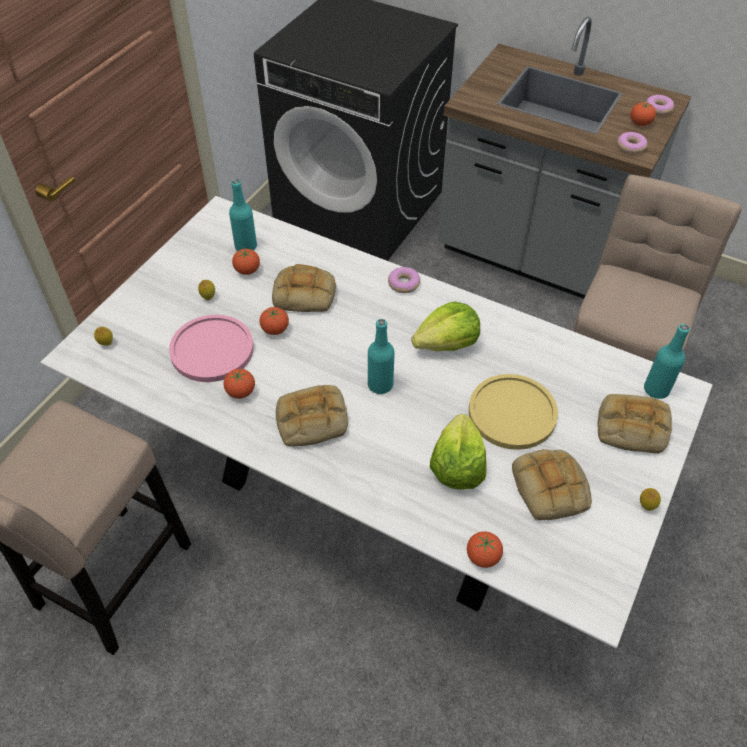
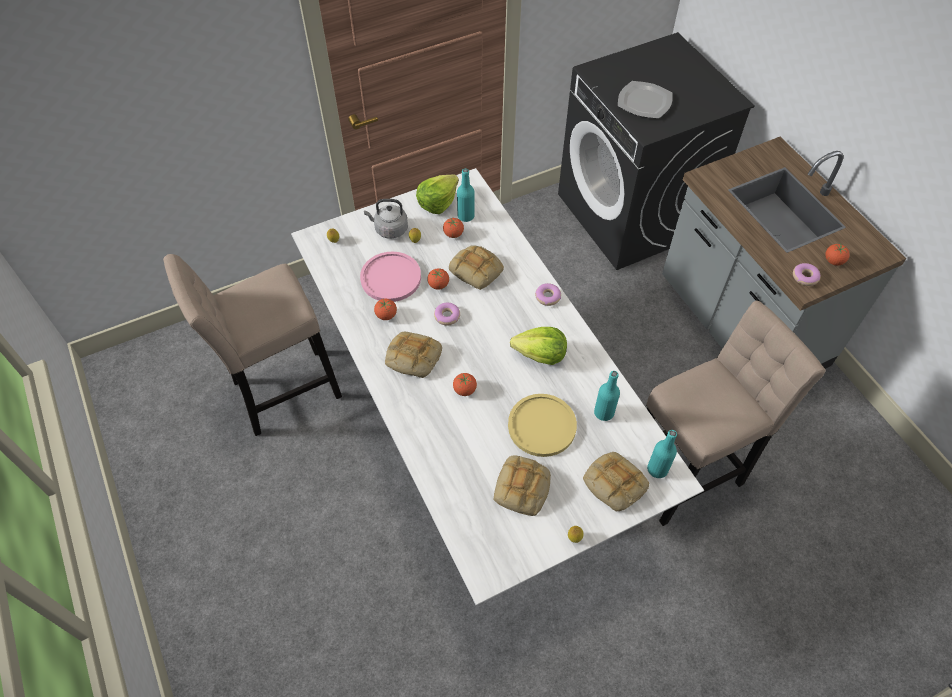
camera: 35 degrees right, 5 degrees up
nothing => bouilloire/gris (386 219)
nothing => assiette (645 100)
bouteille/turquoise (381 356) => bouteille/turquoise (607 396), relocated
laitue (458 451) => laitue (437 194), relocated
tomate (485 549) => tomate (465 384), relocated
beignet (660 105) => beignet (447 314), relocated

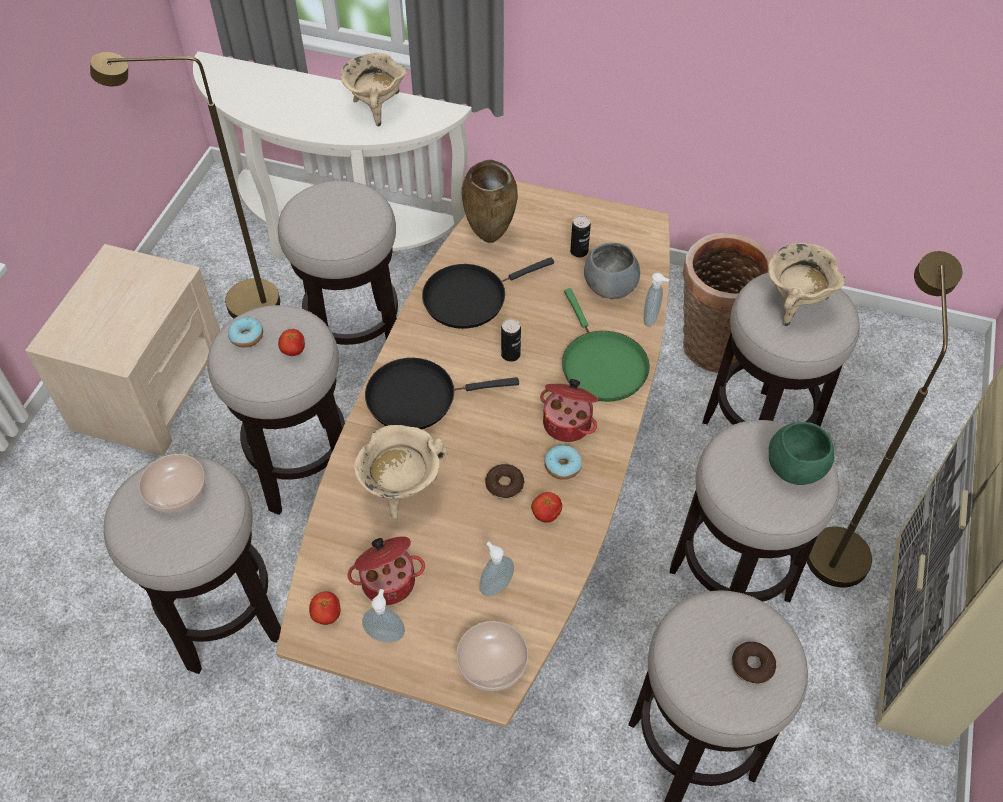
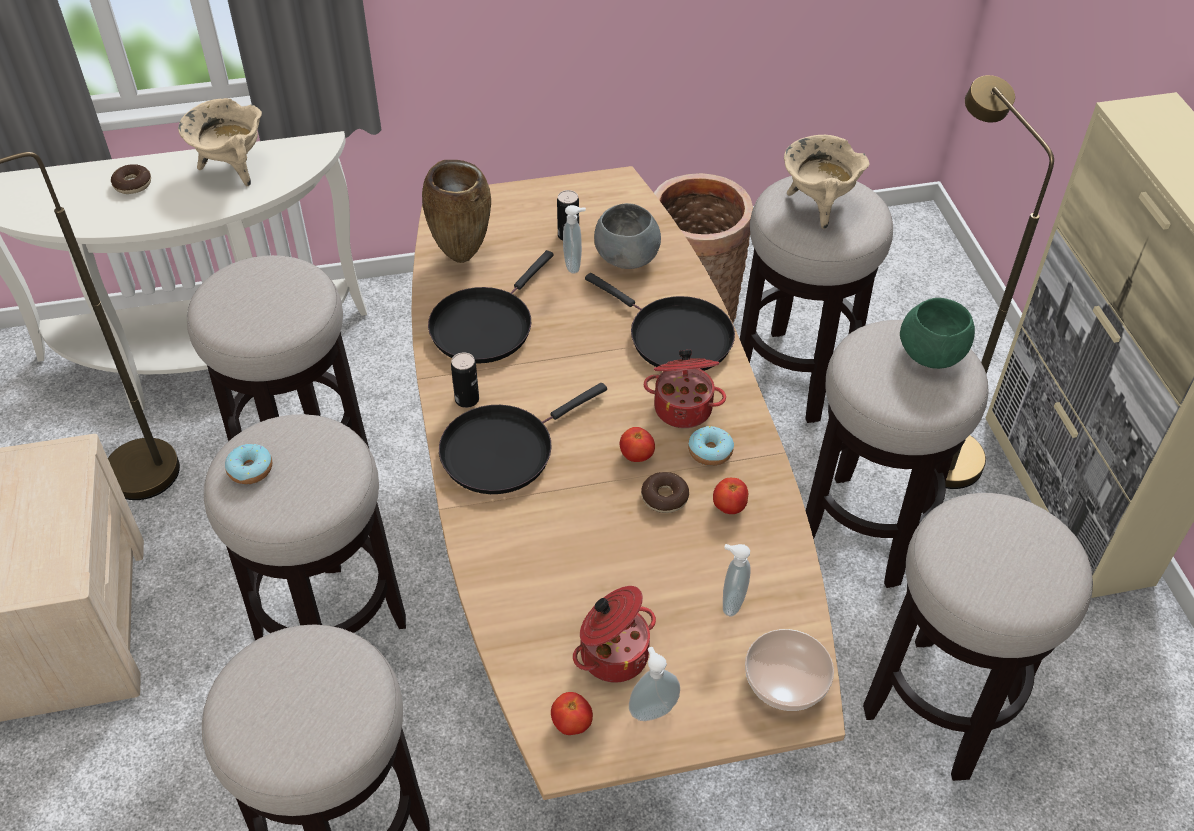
camera: 30 degrees left, 5 degrees down
bol (172 483) => nothing
marmite/beige (401 472) => nothing
tomate (291 342) => tomate (637 444), relocated
boîte métallique (511 340) => boîte métallique (465 380), relocated
distributeur de savon (657 300) => distributeur de savon (574 239), relocated
beignet (754 663) => beignet (131 179), relocated
poêle/vert (606 345) => poêle/noir (660 322)

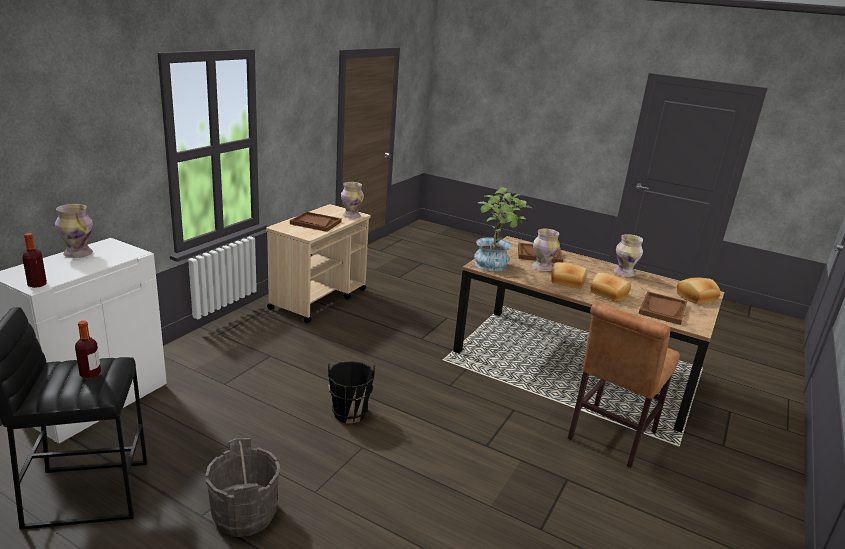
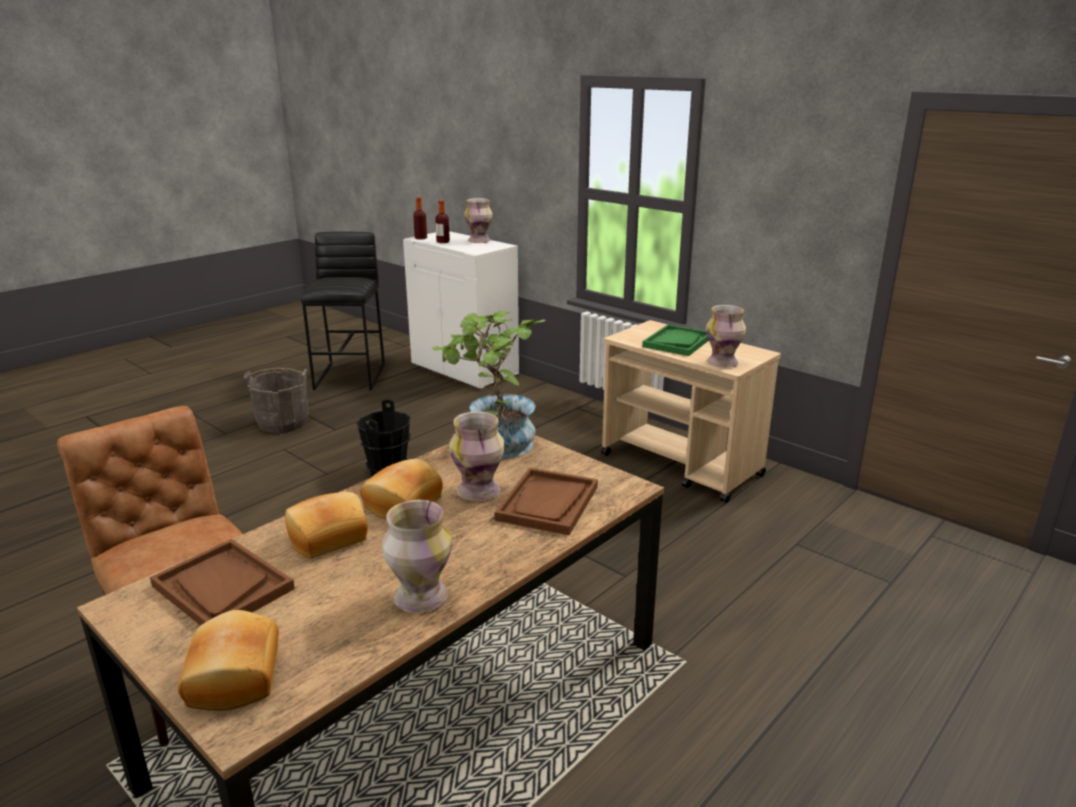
camera: 105 degrees right, 0 degrees up
bouteille (88 350) => bouteille (442 221), relocated
plateau/marron (316 221) => plateau/vert (675 340)

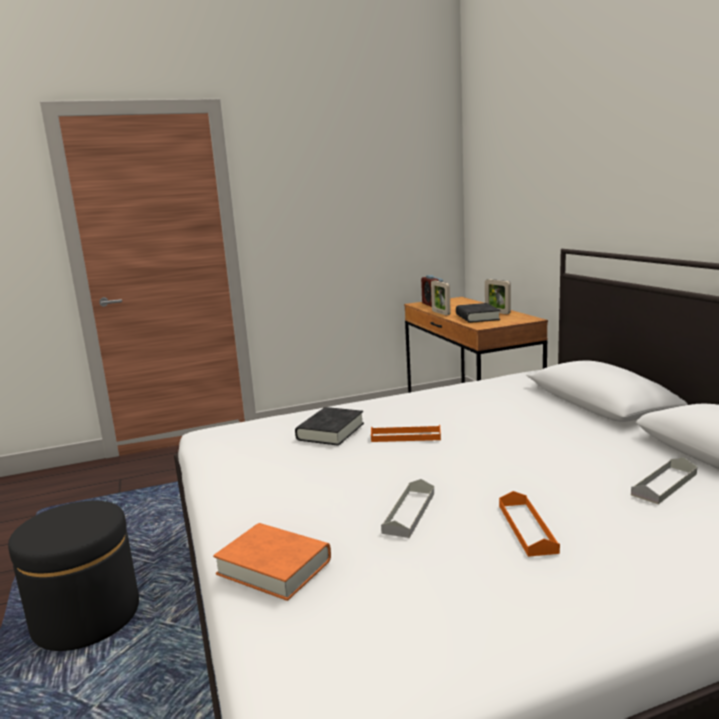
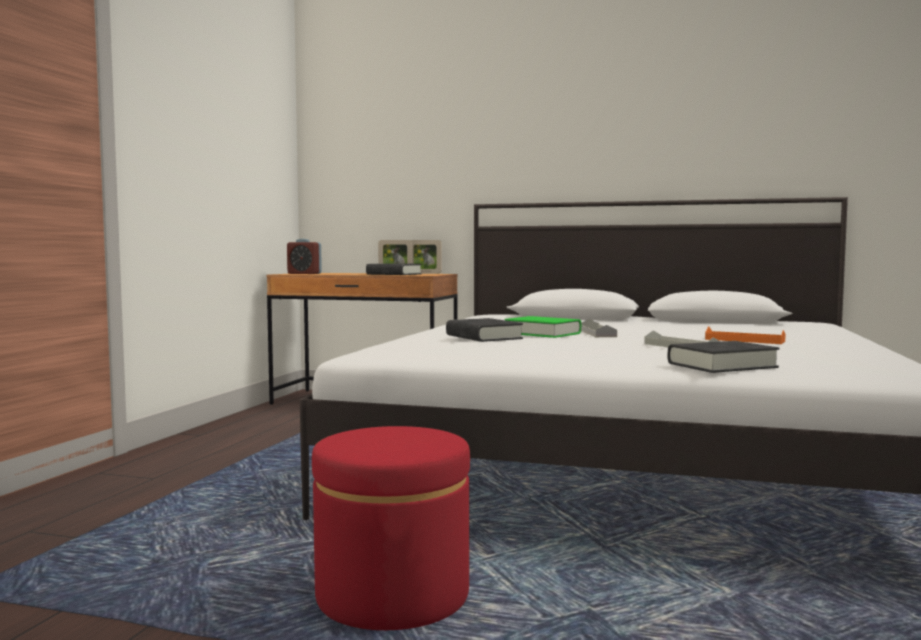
camera: 55 degrees left, 10 degrees down
cadre photo (441 297) => cadre photo (426 257), relocated
plateau/gris (664 480) => plateau/gris (599 328), relocated
plateau/orange (406 433) => livre/vert (543 327)
pouf/noir (73 576) => pouf/rouge (391 528)
livre/orange (272 562) => livre/noir (724 357)

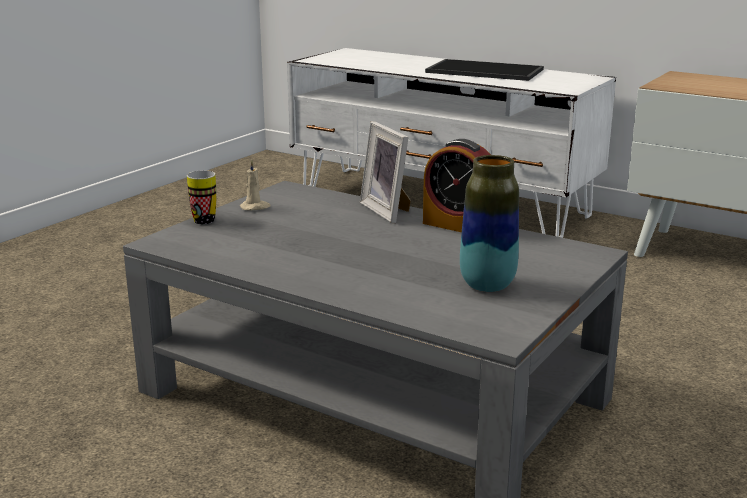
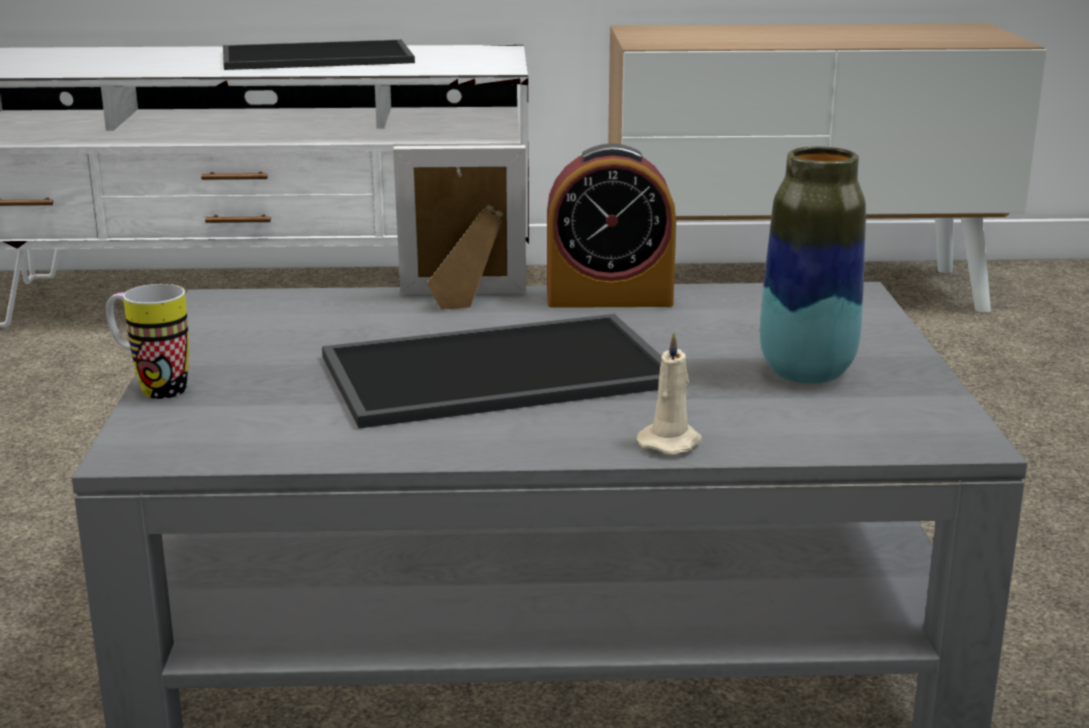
camera: 35 degrees left, 0 degrees up
nothing => plateau (492 371)
bougie/beige (255 185) => bougie/beige (669 393), relocated
cadre photo (385 172) => cadre photo (459 227), 150 degrees clockwise

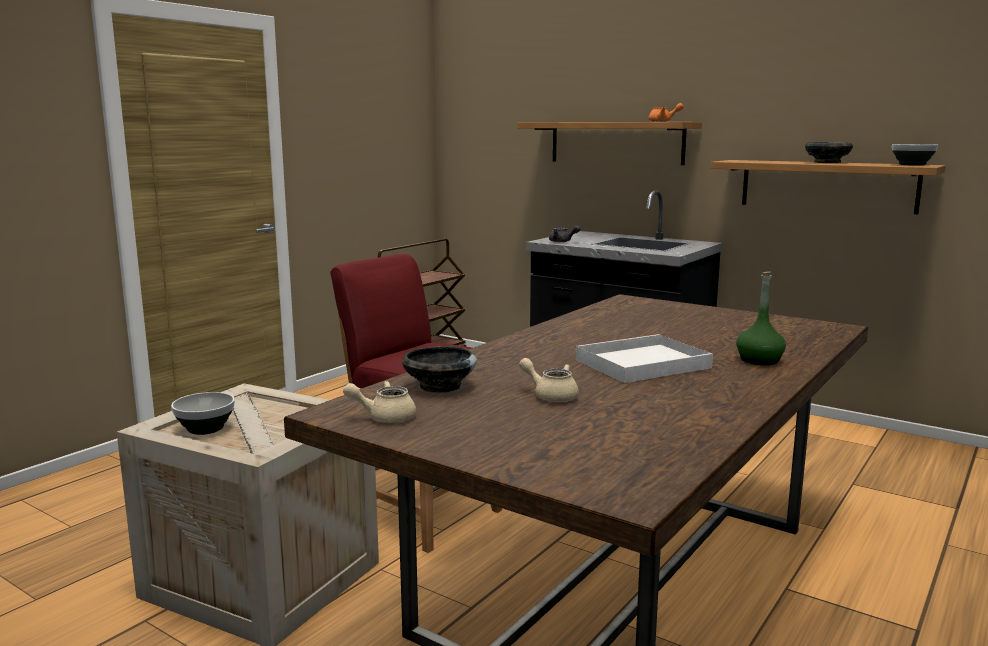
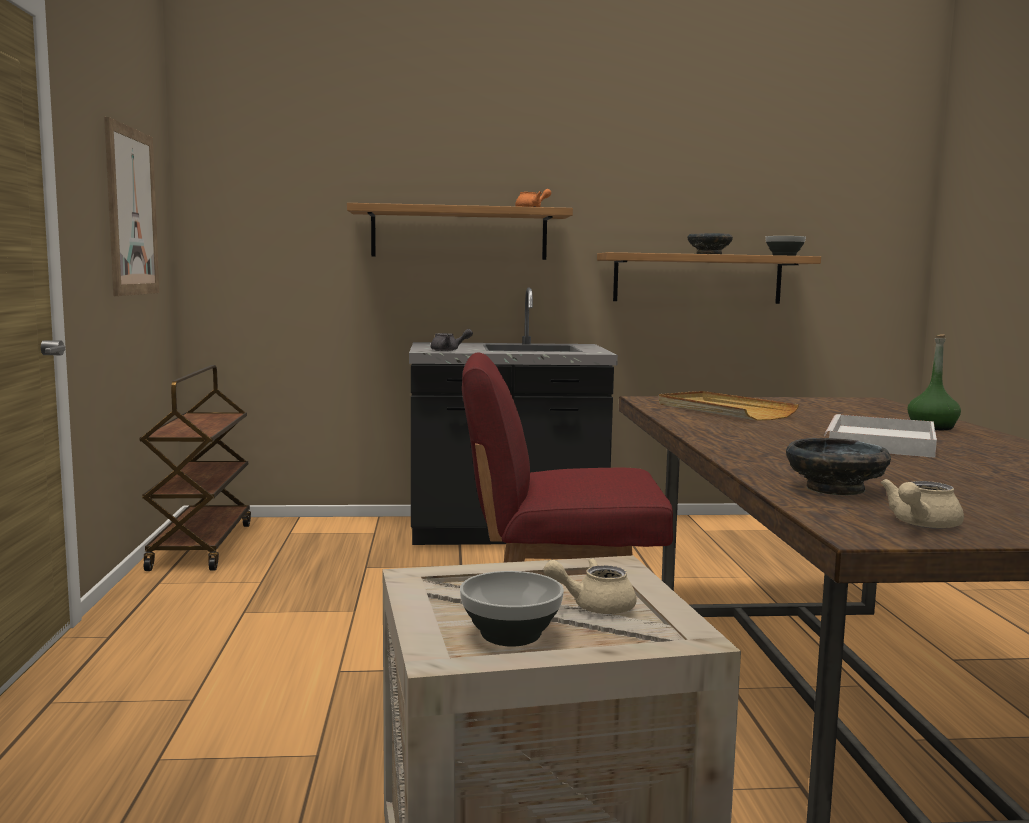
camera: 40 degrees left, 5 degrees down
nothing => tableau (131 206)
nothing => plateau/beige (729 405)
théière/beige (549 380) => théière/beige (590 586), relocated

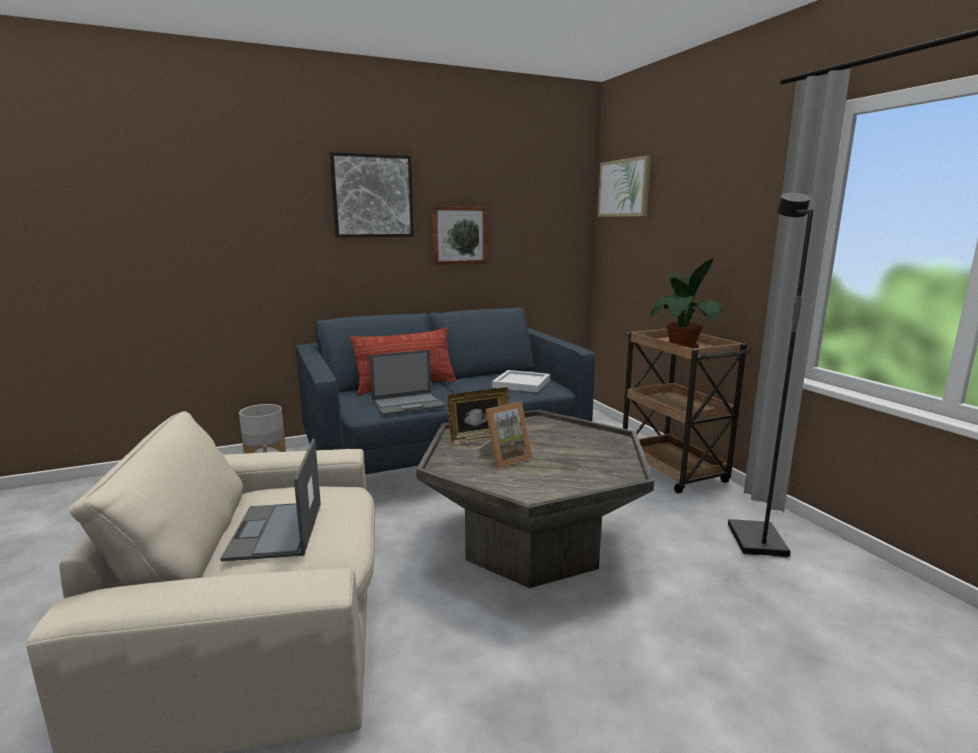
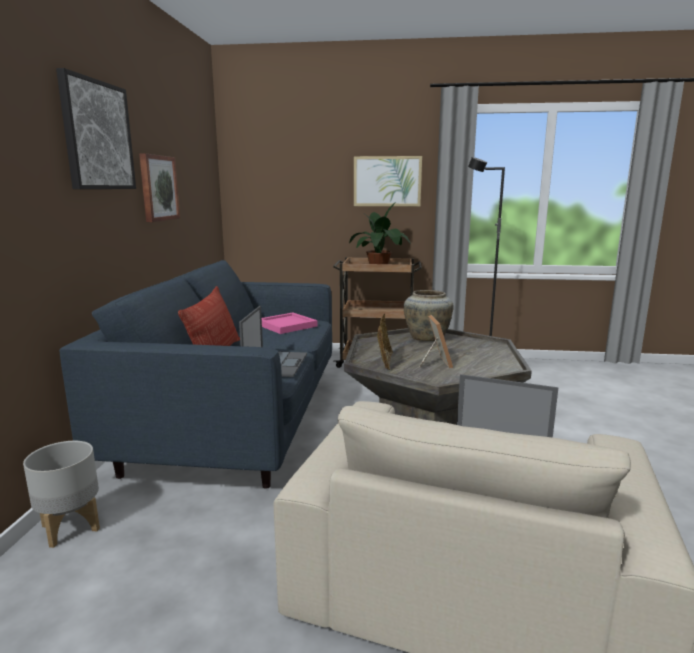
camera: 60 degrees left, 0 degrees up
nothing => vase/beige (429 315)
tableau (624 186) => tableau (388 181), relocated
plateau/blanc (521 381) => plateau/rose (289 323)

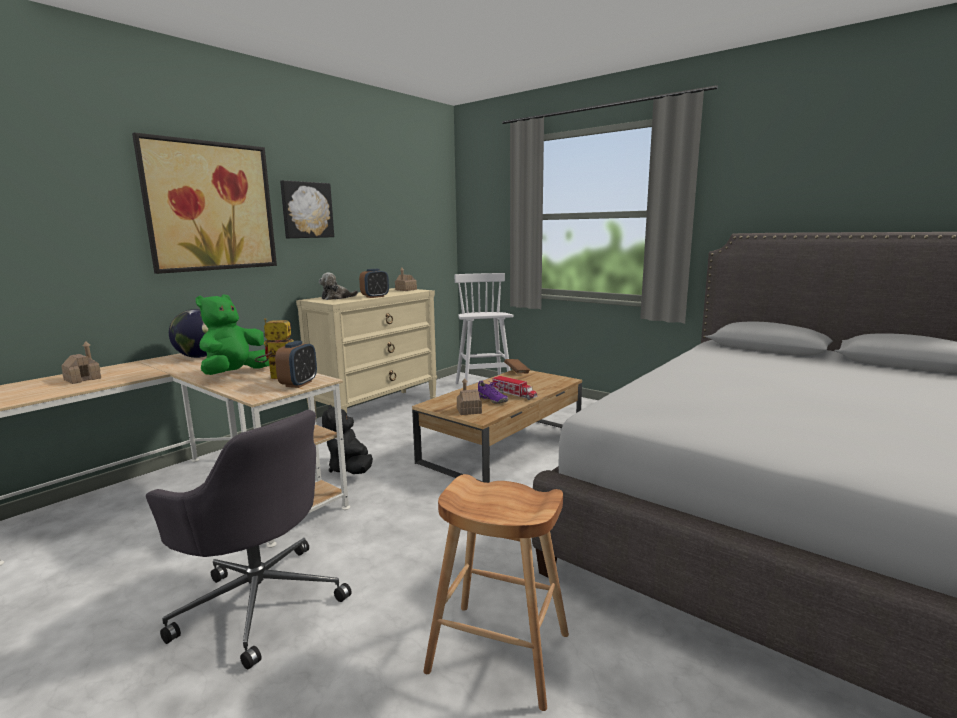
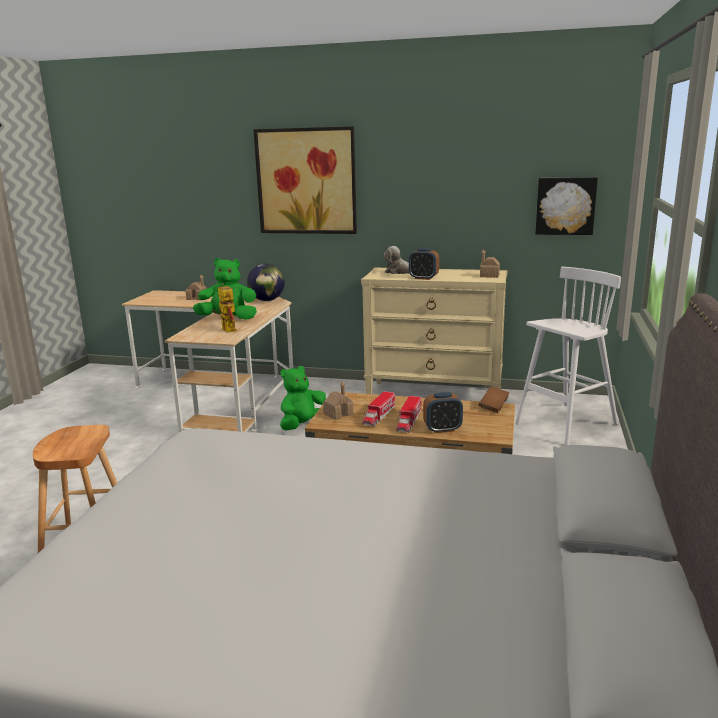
camera: 65 degrees right, 5 degrees up
chaise de bureau/gris (248 539) => nothing
réveil (296 364) => réveil (443 412), relocated
tableau (307 209) => tableau (566 206), relocated
chaussure/violet (493 392) => camion jouet (378 409)
peluche/noir (347 439) => peluche/vert (303 398)

